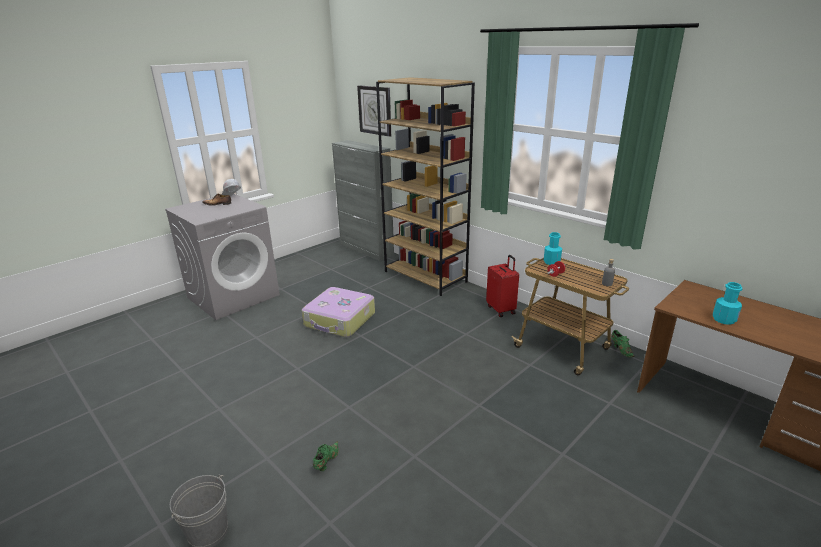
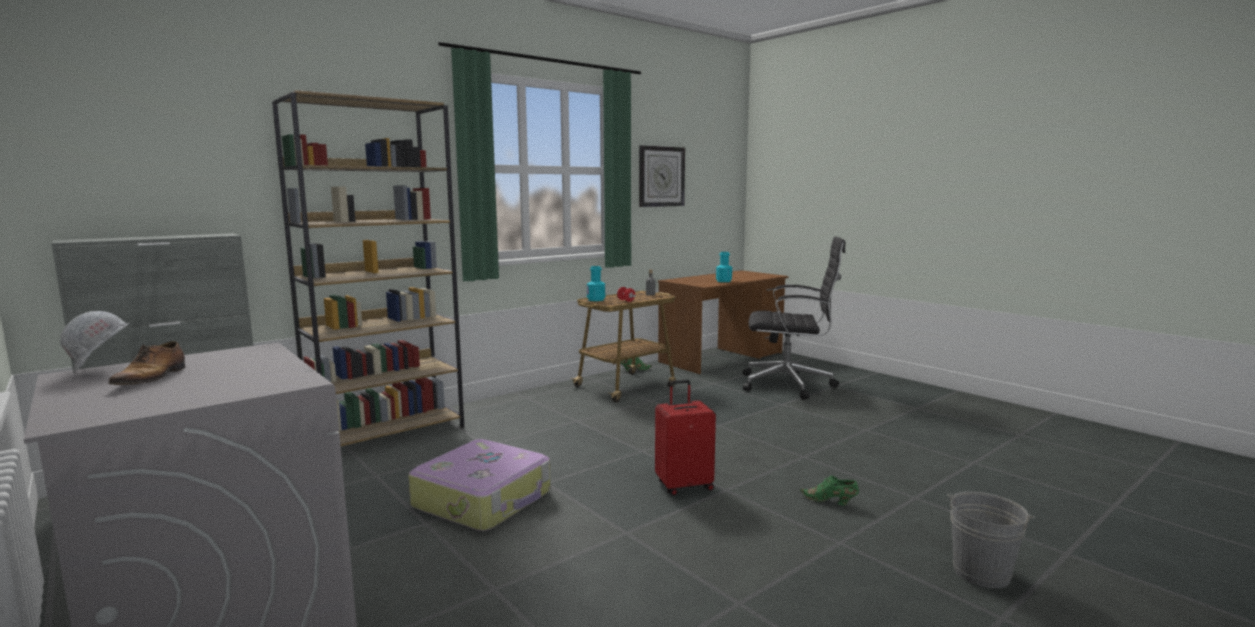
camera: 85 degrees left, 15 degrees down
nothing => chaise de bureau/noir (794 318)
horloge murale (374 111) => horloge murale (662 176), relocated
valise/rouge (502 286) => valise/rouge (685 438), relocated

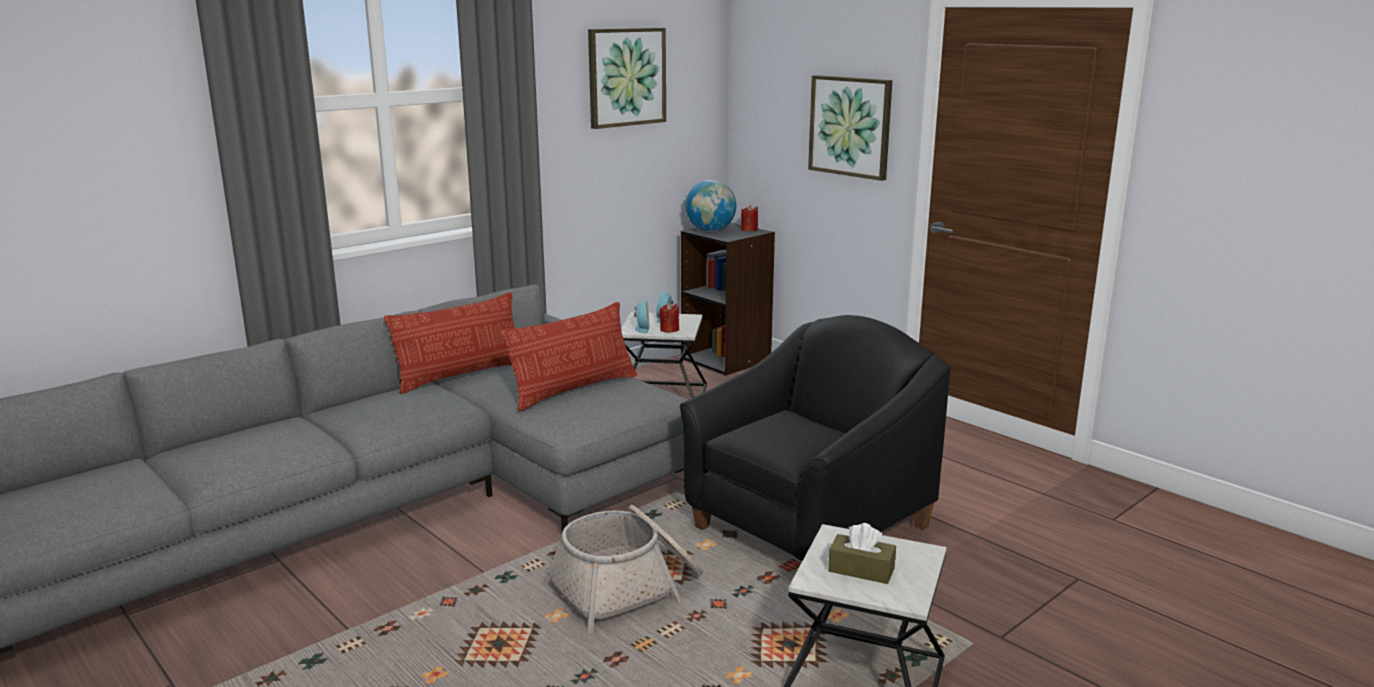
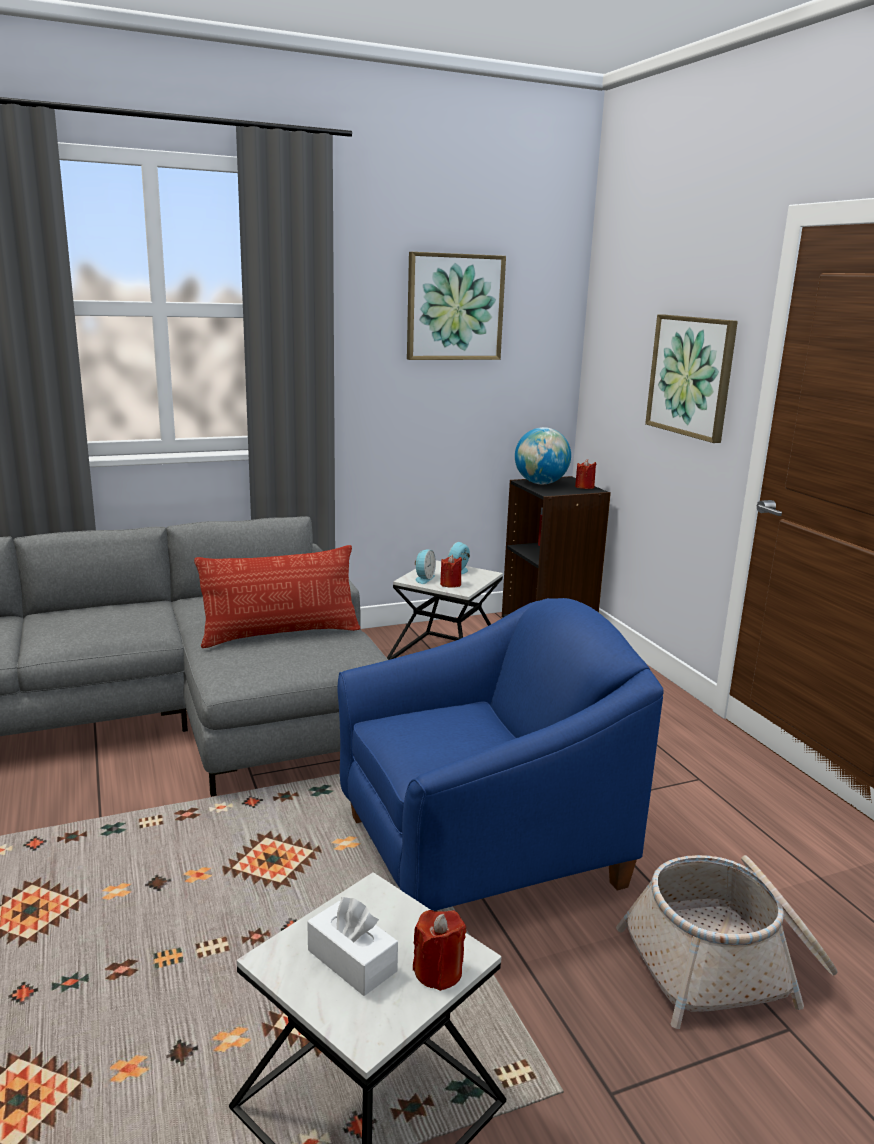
camera: 20 degrees right, 0 degrees up
coussin (449 343) => nothing
nothing => bougie/rouge (439 950)
panier (623 569) => panier (727 942), relocated
fauteuil/noir (815 438) => fauteuil/bleu (500 755)
boîte à mouchoirs/marron (862 553) => boîte à mouchoirs/blanc (352 946)

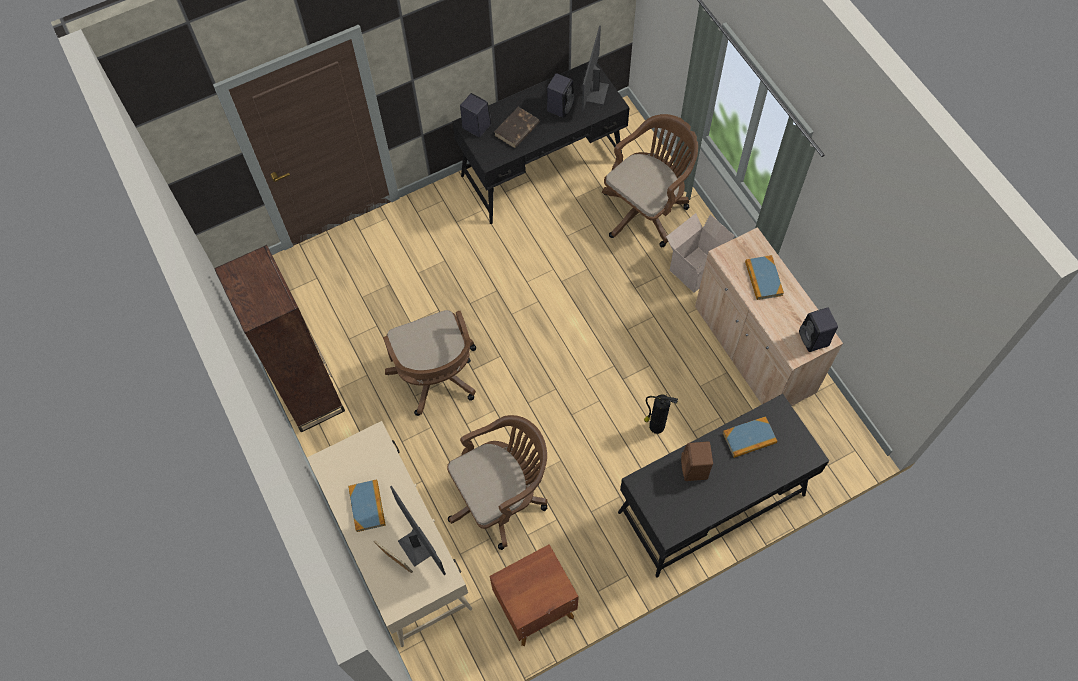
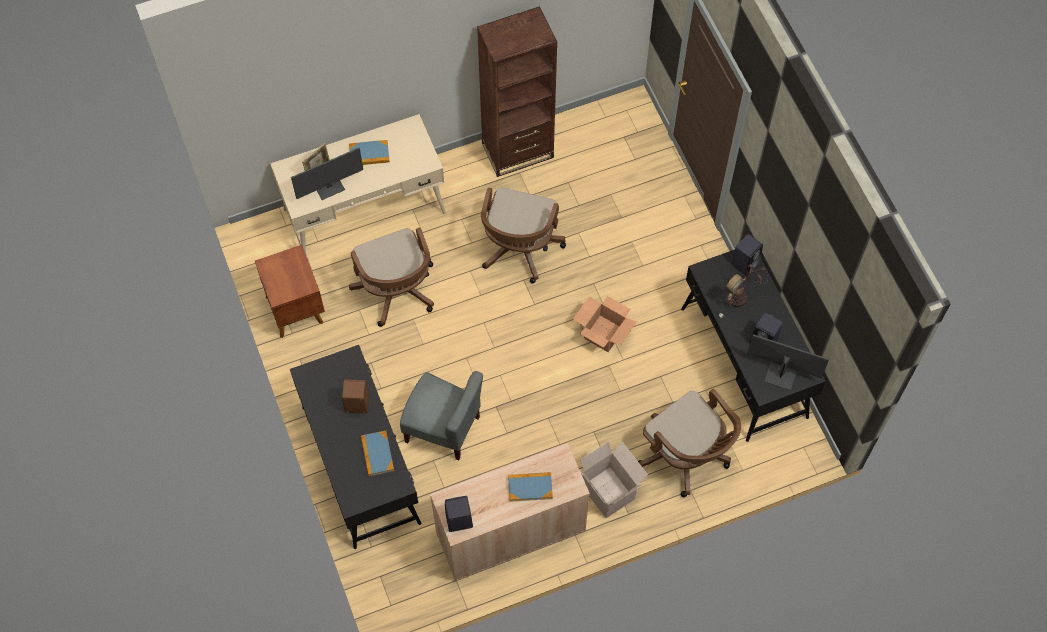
camera: 95 degrees right, 0 degrees up
nothing => carton (605 324)
livre/marron (517 127) => lampe de table (738 291)
extincteur (661 413) => chaise/gris (441 416)
chaise de bureau/marron (429 363) => chaise de bureau/marron (523 235), 60 degrees counterclockwise

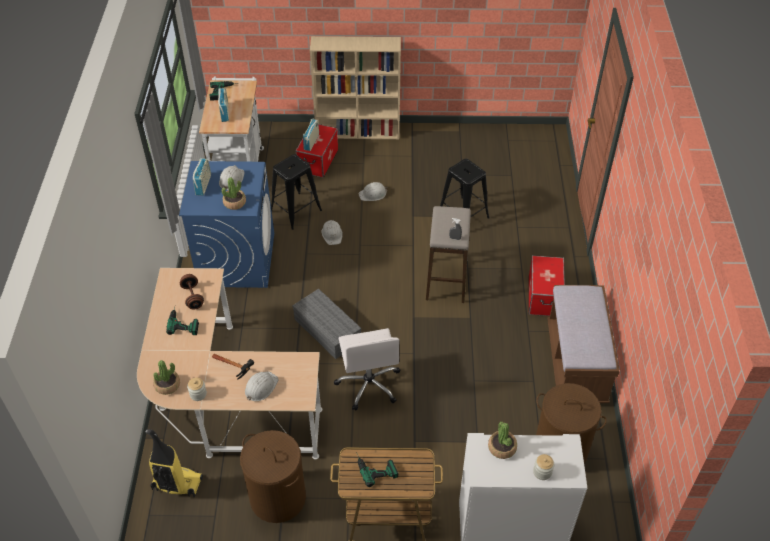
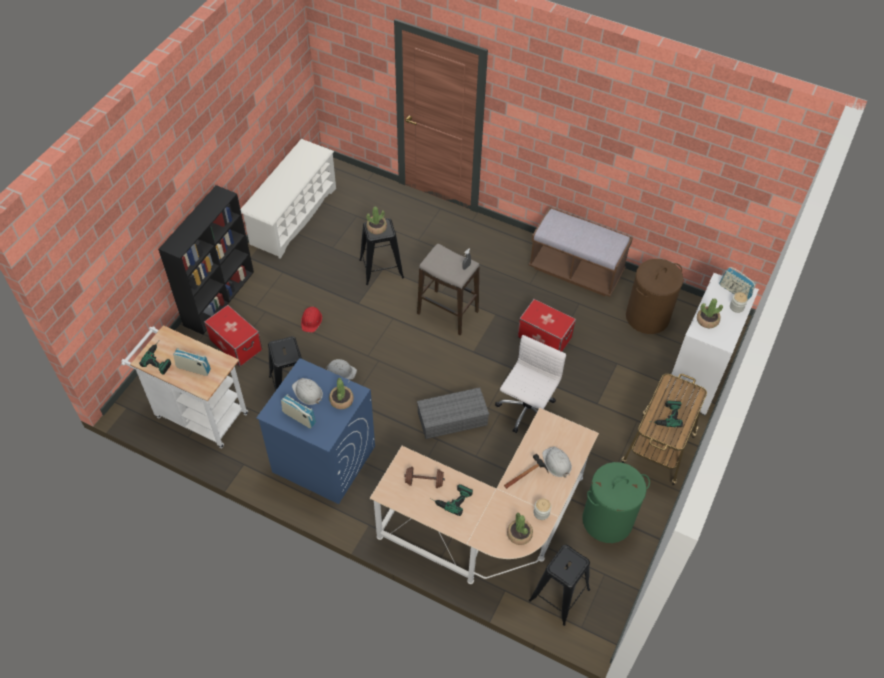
camera: 65 degrees left, 5 degrees up
nothing => étagère à chaussures/blanc (288 199)
nothing => plante en pot (376 220)
radio (311 134) => radio (737 283), relocated
boîte de rangement (546 285) => boîte de rangement (546 325), relocated
aspirateur (174 463) => tabouret/noir (559 585)
panier à linge/marron (273 476) => panier à linge/vert (616 502)
bibliothèque/beige (355 87) => bibliothèque/noir (206 260)
casque de chantier/blanc (373 191) => casque de chantier/rouge (311 319)
chaise de bureau/blanc (367 369) => chaise de bureau/blanc (530 384), 75 degrees counterclockwise

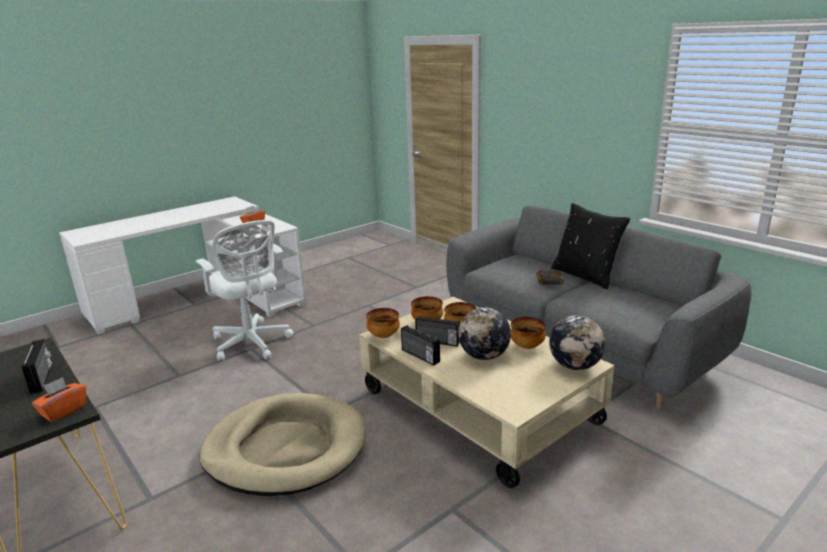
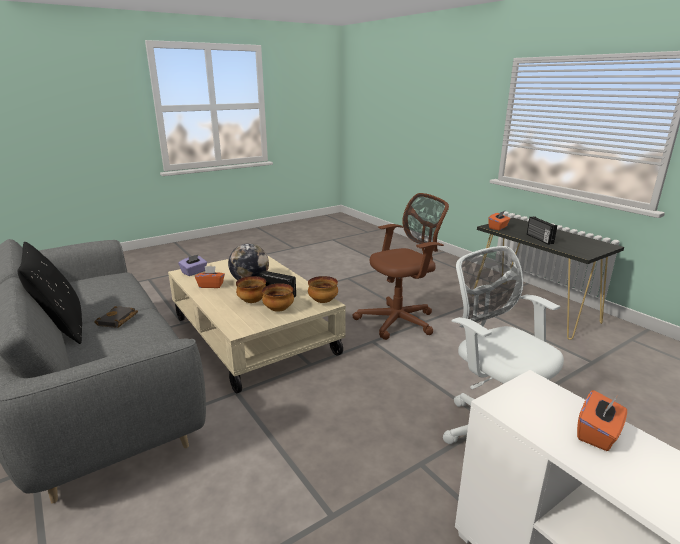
camera: 175 degrees left, 0 degrees up
radio (420 345) => nothing
panier pour chien/beige (282 444) => chaise de bureau/marron (401 266)
bol (528 333) => boîte à mouchoirs/orange (210 277)
globe (577 342) => boîte à mouchoirs/violet (192 265)

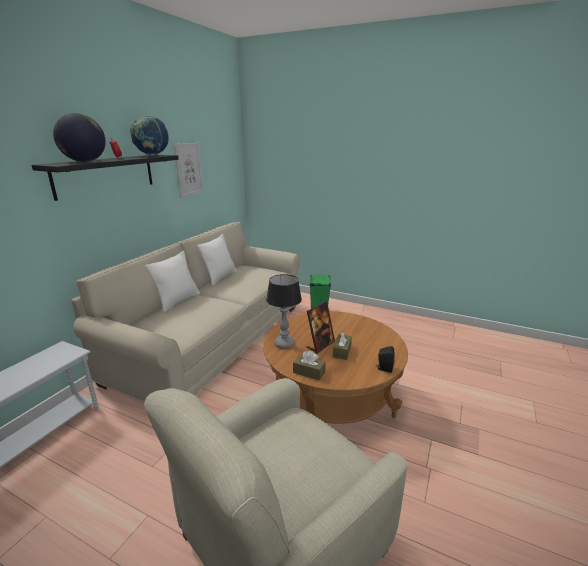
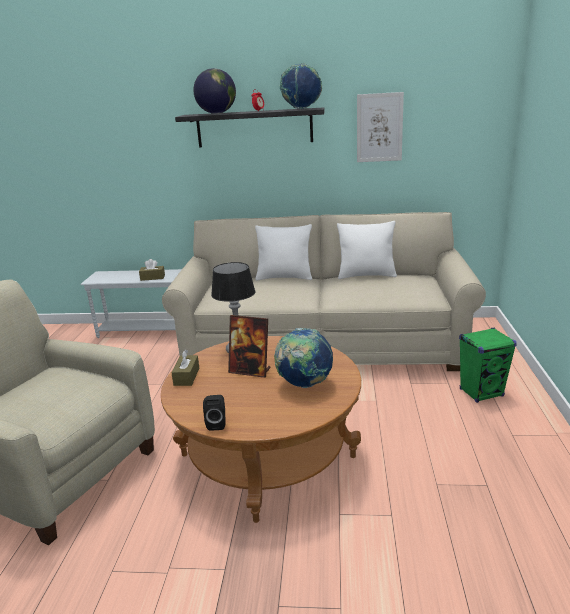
camera: 70 degrees right, 0 degrees up
nothing => globe (303 358)
boîte à mouchoirs/marron (342 346) => boîte à mouchoirs/marron (152 270), relocated

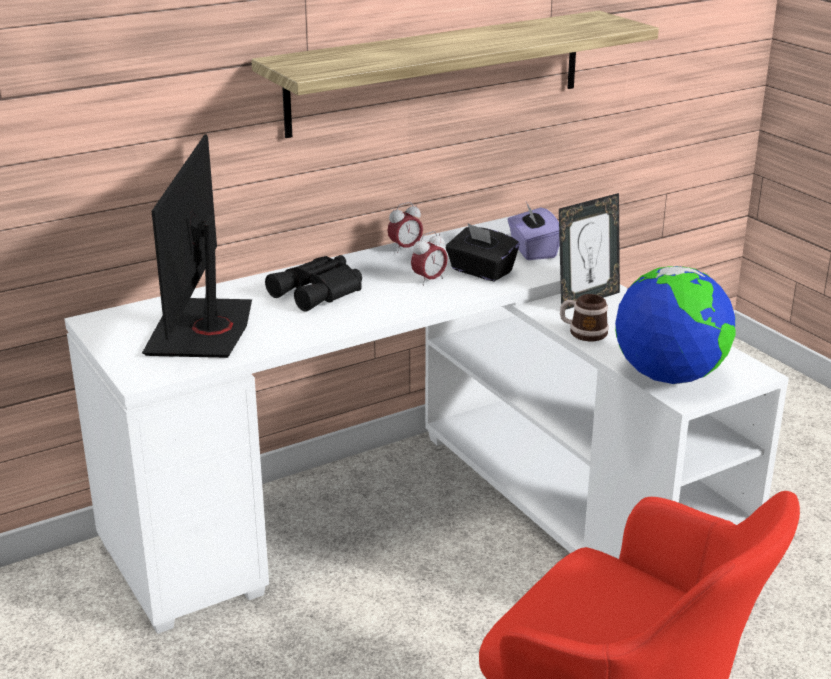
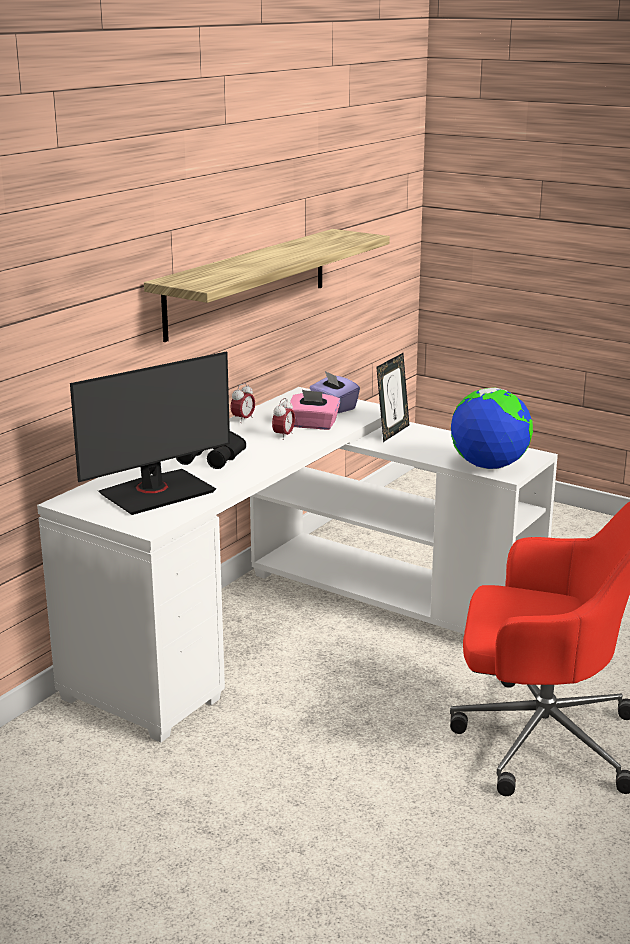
camera: 25 degrees left, 5 degrees down
mug (584 317) => nothing
boîte à mouchoirs/noir (482 252) => boîte à mouchoirs/rose (313 410)
écran d'ordinateur (197 246) => écran d'ordinateur (150 433), 105 degrees counterclockwise

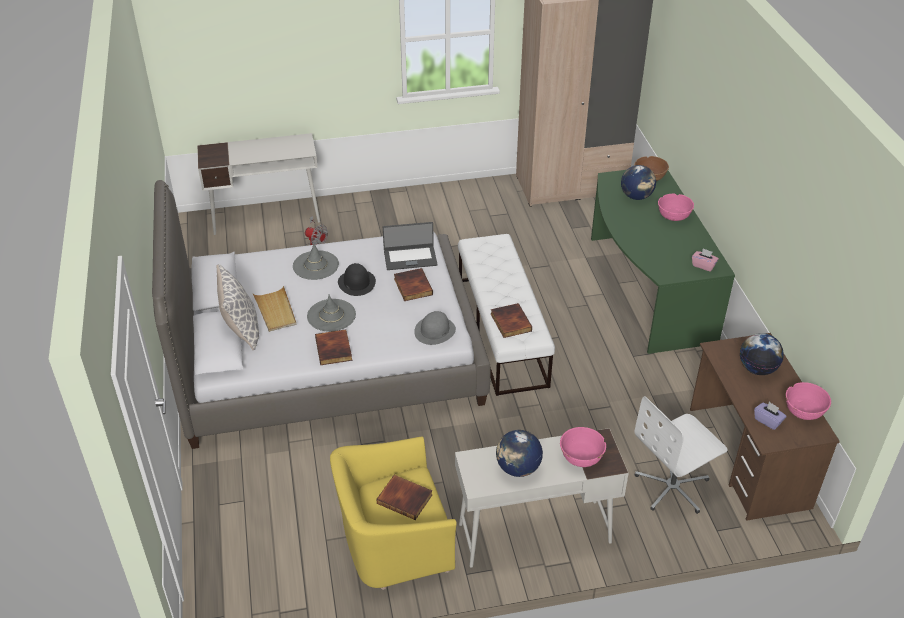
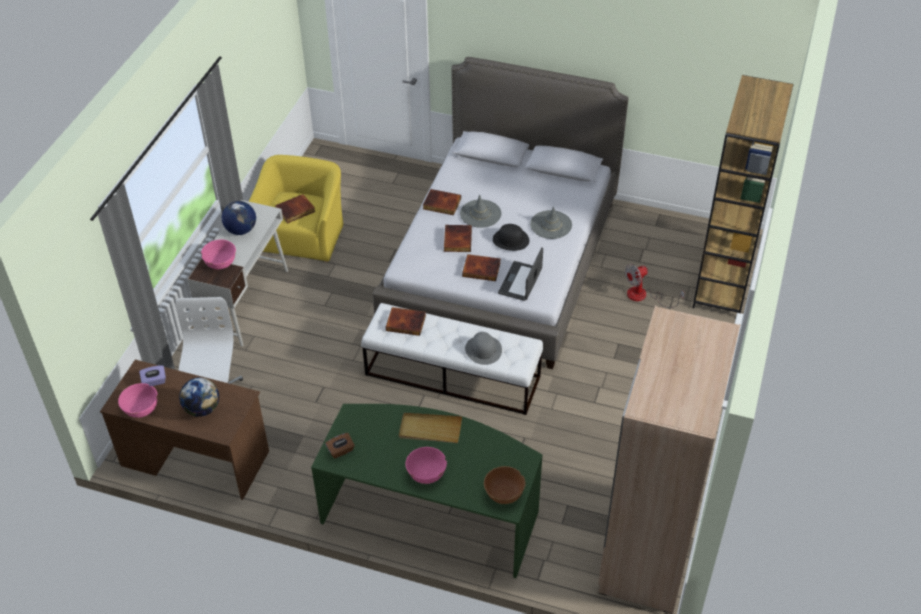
camera: 120 degrees right, 5 degrees up
coussin (238 307) => nothing
globe (638 182) => nothing
nothing => livre (458 238)
plateau/beige (275 309) => plateau/beige (430 428), relocated
chapeau/gris (435 328) => chapeau/gris (483 348), relocated
bureau/blanc (258 184) => bibliothèque/marron (743 194)
boîte à mouchoirs/rose (705 260) => boîte à mouchoirs/marron (340 446)

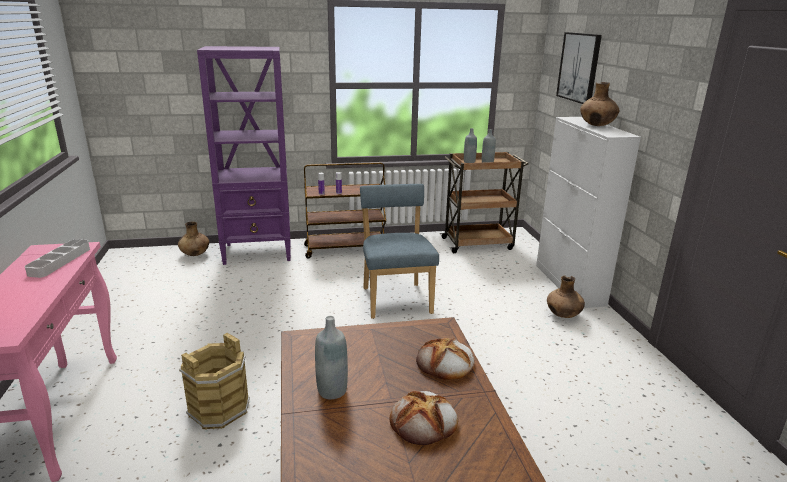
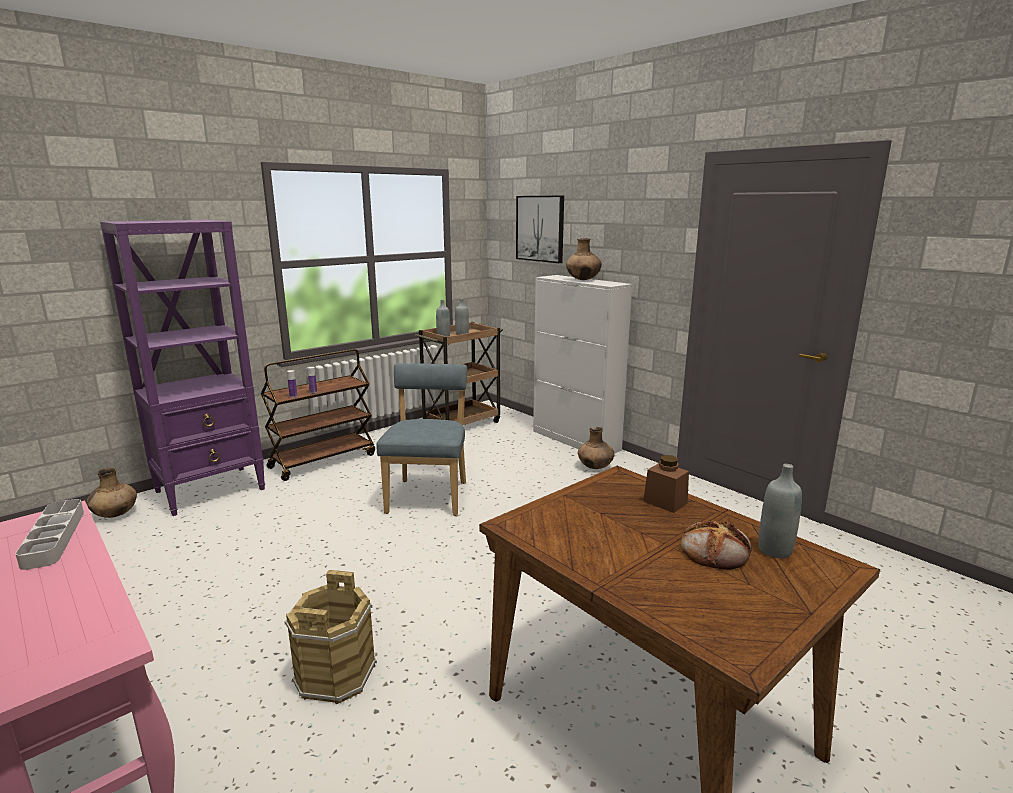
camera: 30 degrees left, 5 degrees down
bouteille/gris (331 357) => bouteille/gris (780 511), relocated
pain (445 359) => bocal/marron (666 484)
chaise/bleu (399 251) => chaise/bleu (421 439), 45 degrees clockwise

